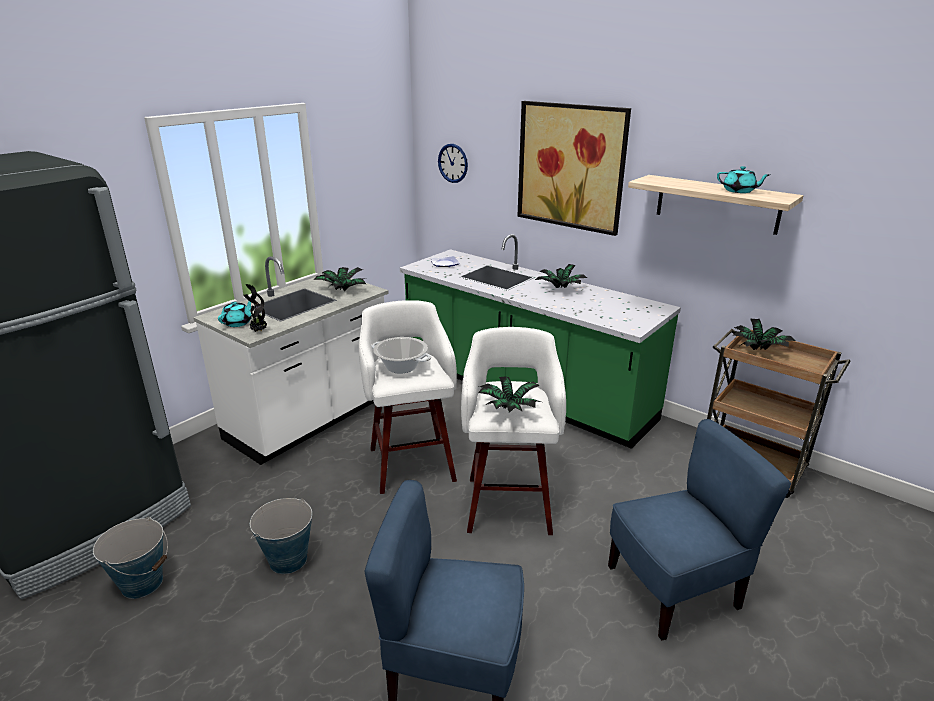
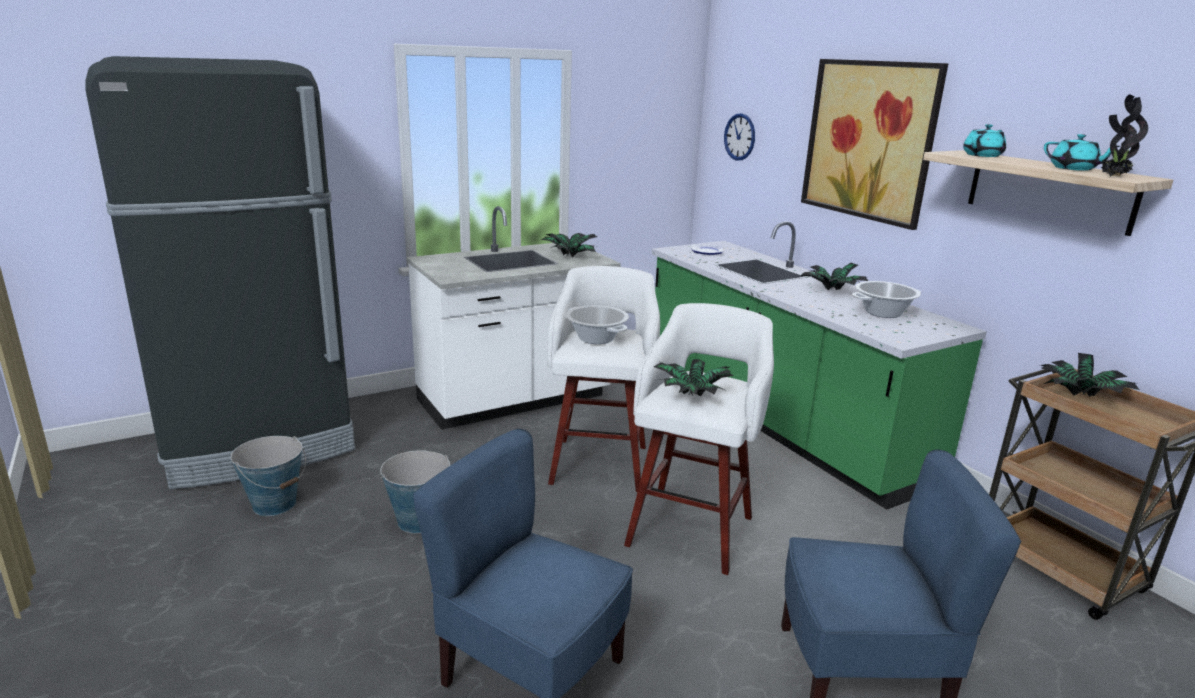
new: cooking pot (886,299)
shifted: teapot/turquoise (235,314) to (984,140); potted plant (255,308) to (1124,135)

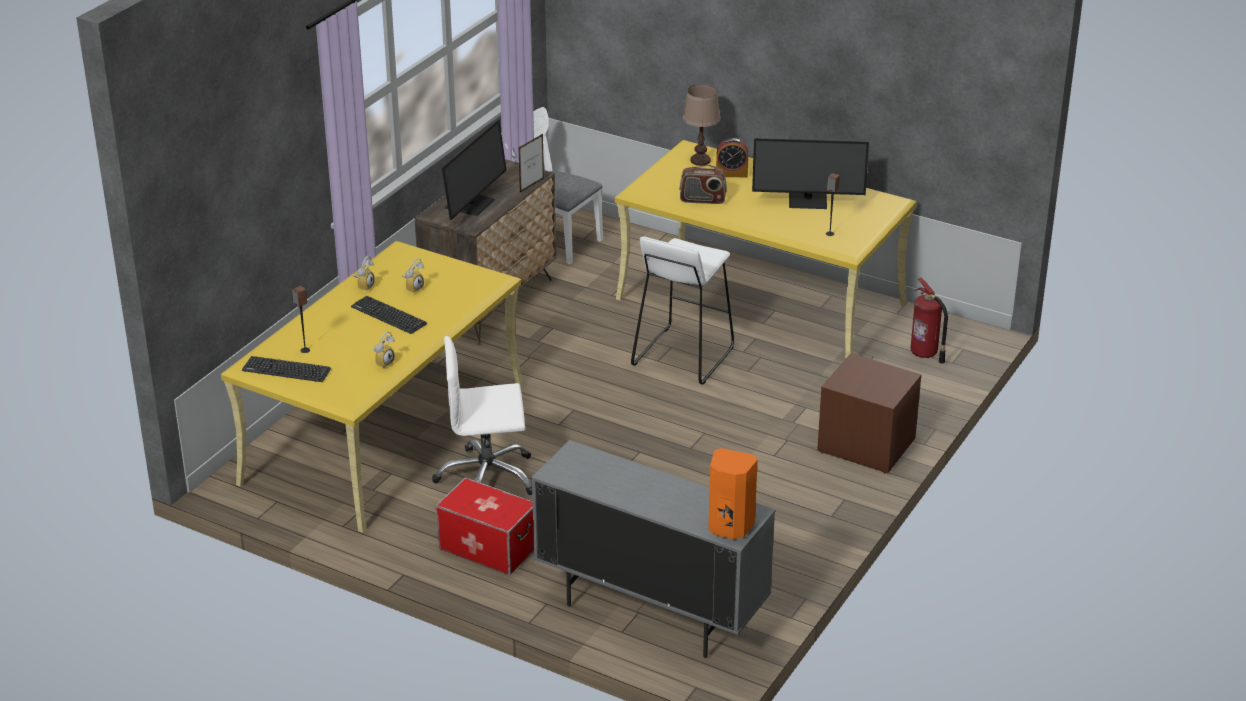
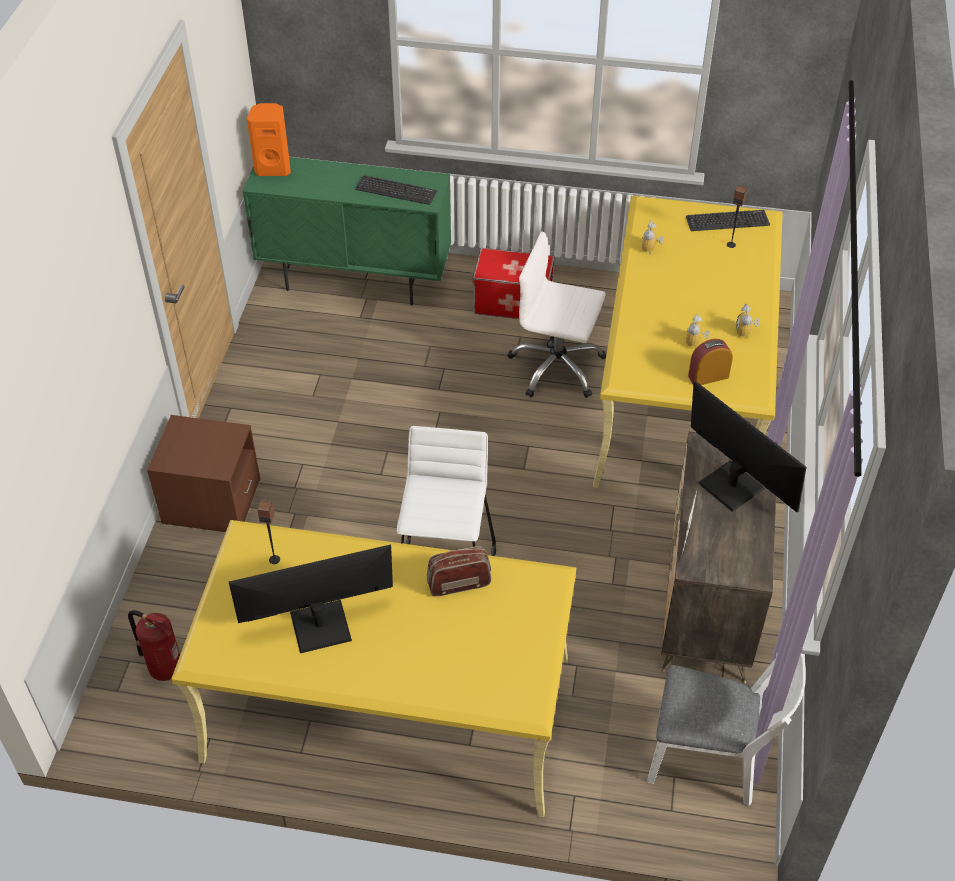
gone: table lamp/brown (701,125)
shifted: keyboard (389,315) to (396,190); alarm clock (732,157) to (710,362)
repainted: cabinet/grey (653,549) to cabinet/green (346,231)
rotated: office chair/white (482,415) = (557,315) 135 degrees counterclockwise; monitor (474,169) = (748,446) 135 degrees clockwise

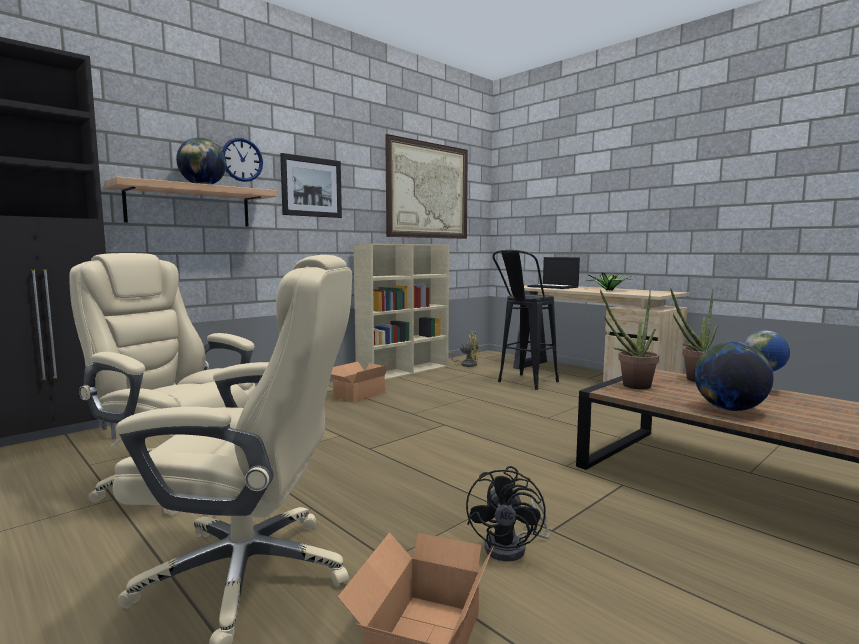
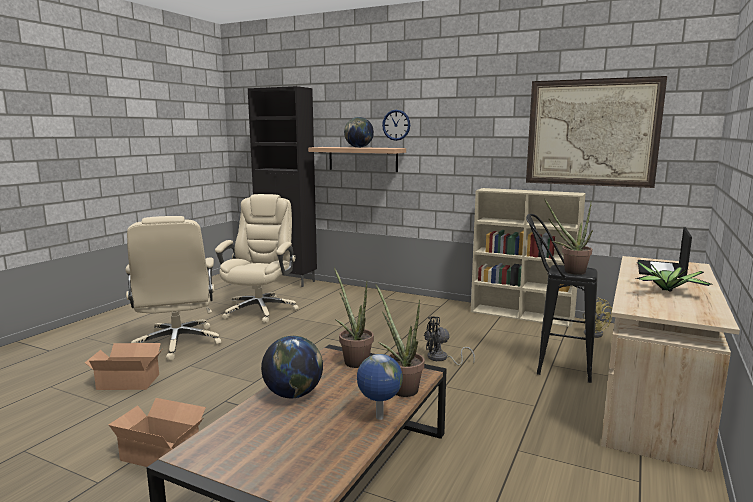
gone: picture (311,185)
new: potted plant (568,236)
shifted: cardboard box (359,382) to (157,432); fan/black (508,514) to (449,340)

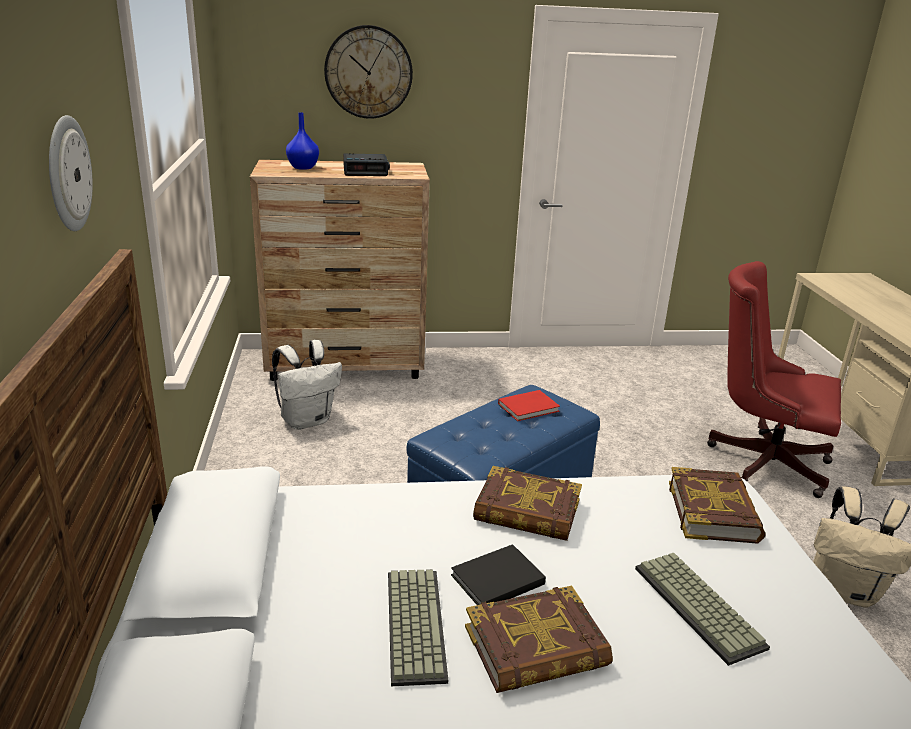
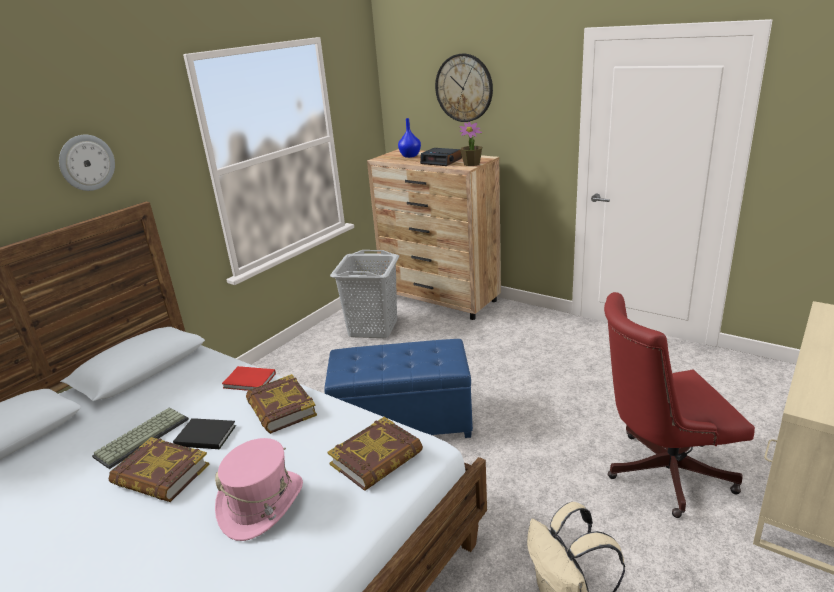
new: potted plant (470,144)
shifted: book/red (529,405) to (249,378)
swapped: backpack/white (307,385) to laundry basket/grey (365,294); keyboard (702,609) to hat/pink (259,489)
rotated: office chair/red (774,379) = (679,405) 75 degrees counterclockwise

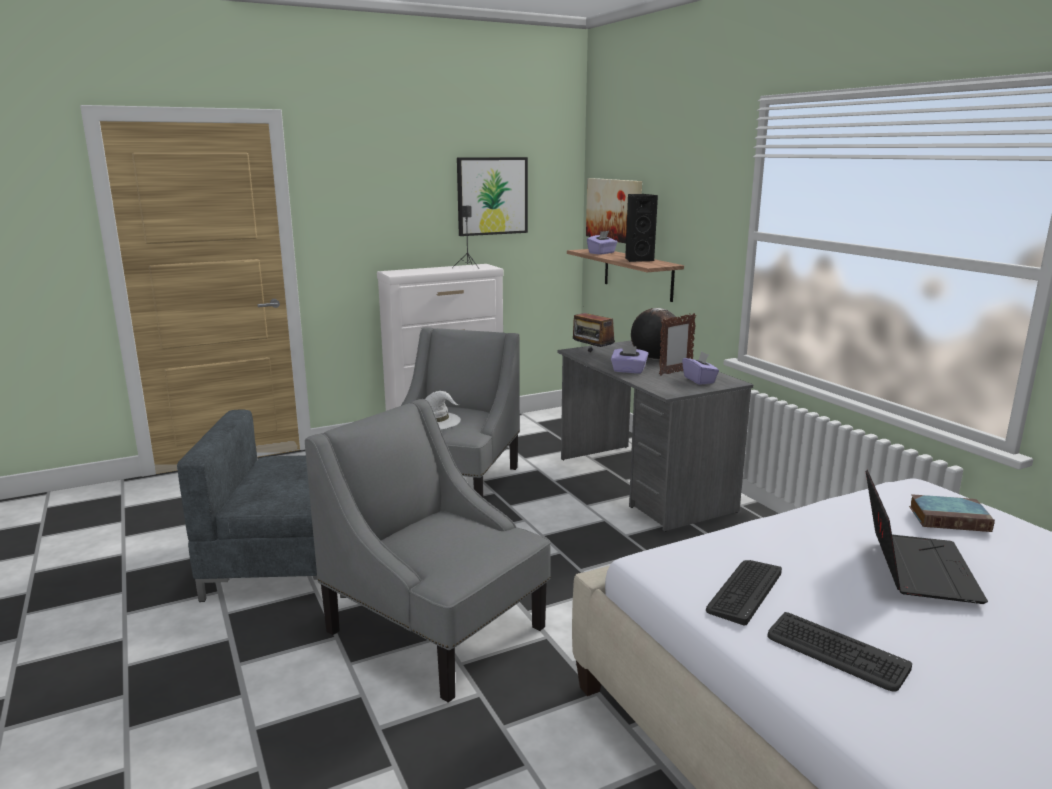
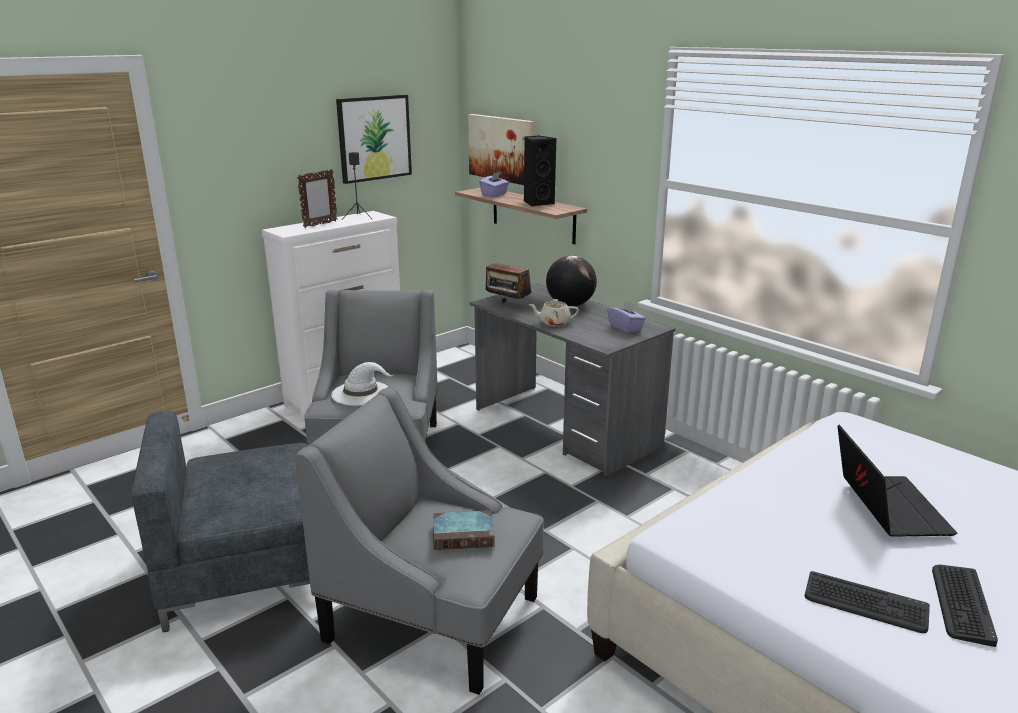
shifted: picture frame (677,344) to (317,198); keyboard (744,593) to (965,605); book (952,513) to (464,530)
swapped: tissue box/purple (629,359) to teapot/beige (553,312)

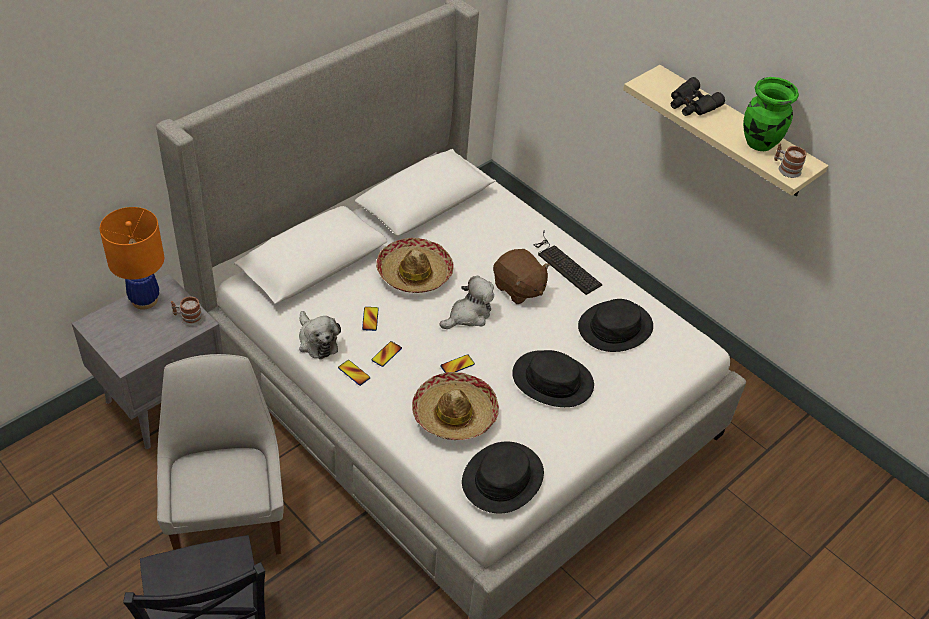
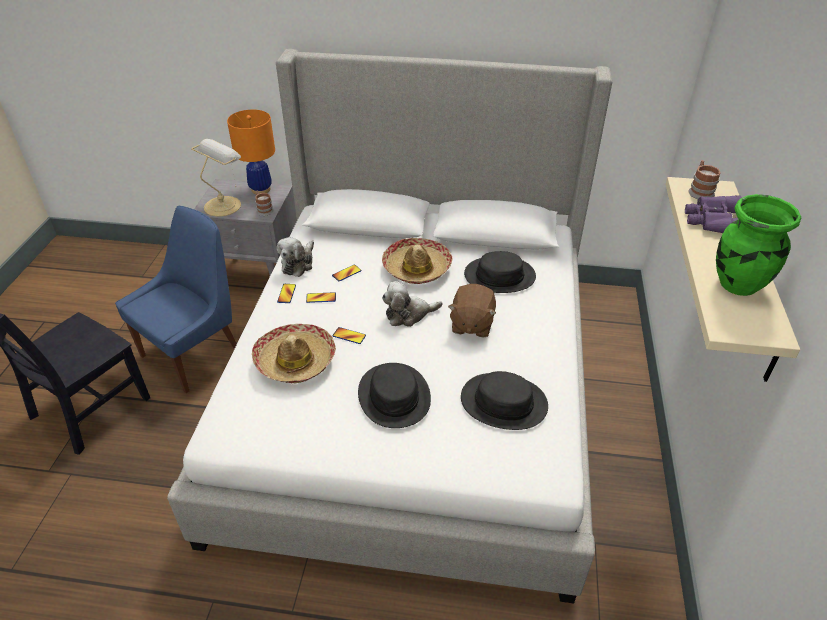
gone: keyboard (568,262)
new: table lamp (216,178)
shifted: hat/black (503,477) to (500,272); mug (790,161) to (704,179)
repainted: chair/white (220,454) to chair/blue (176,299); binoculars/black (698,96) to binoculars/purple (713,214)
rotated: plush toy (466,302) = (412,304) 150 degrees clockwise

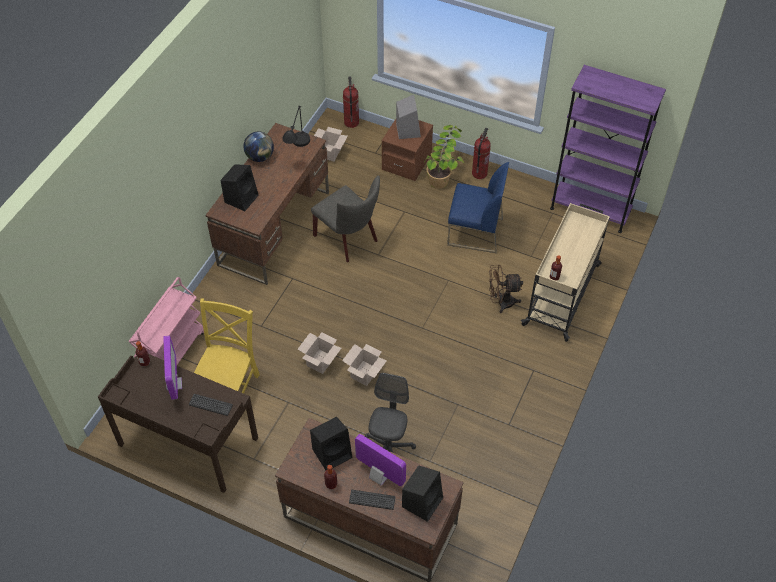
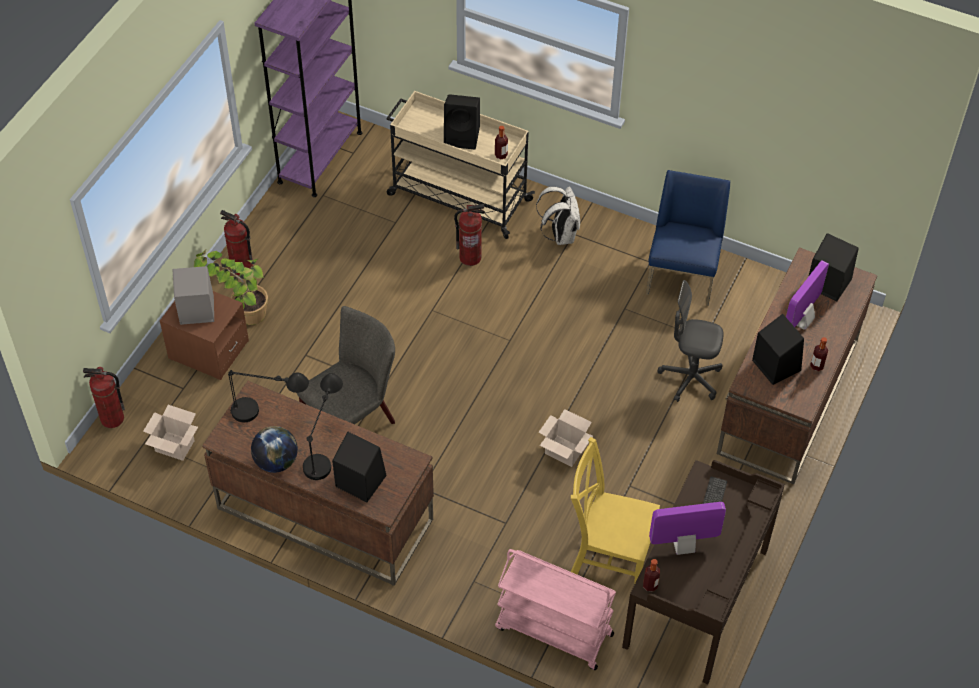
gone: cardboard box (364,365); keyboard (372,500)
new: table lamp/black (323,426); speaker/black (462,122); backpack/white (558,215)
shifted: chair/blue (478,207) to (688,238)
swapped: fan/brown (506,288) to fire extinguisher (470,235)

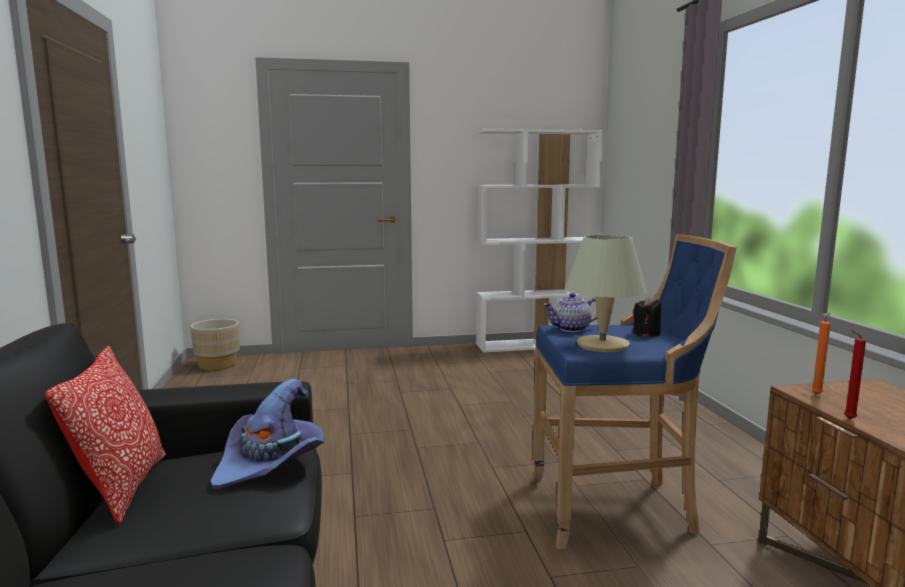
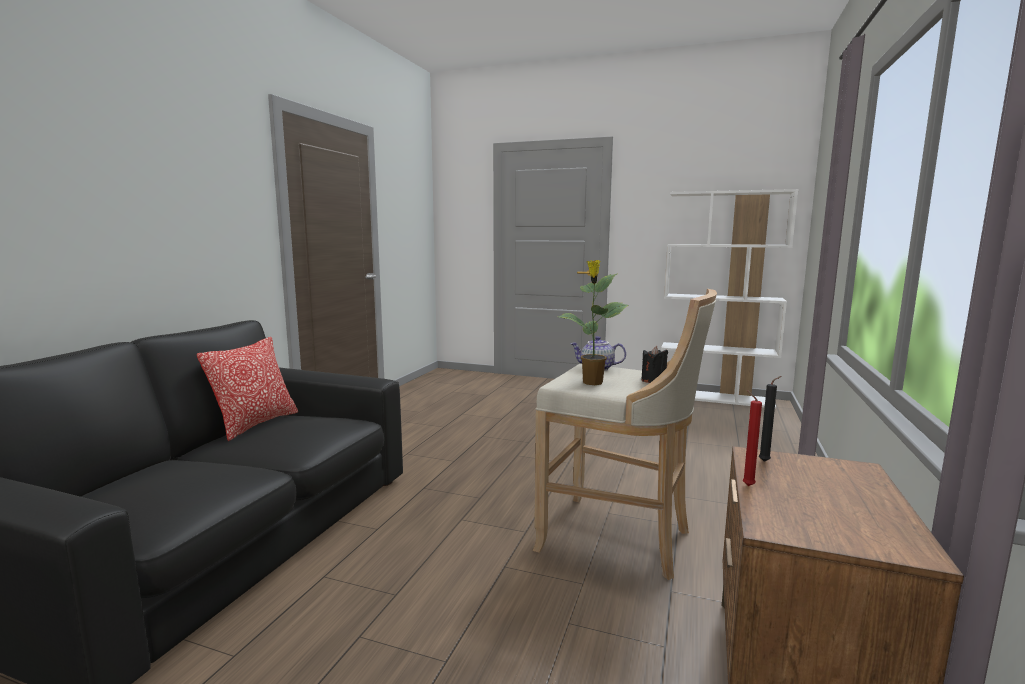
gone: planter/beige (215,344); hat/purple (267,434)
swapped: table lamp/beige (606,293) to potted plant (593,322)
repainted: stool/blue (634,391) to stool/beige (625,434); candle/orange (821,354) to candle/black (770,419)

